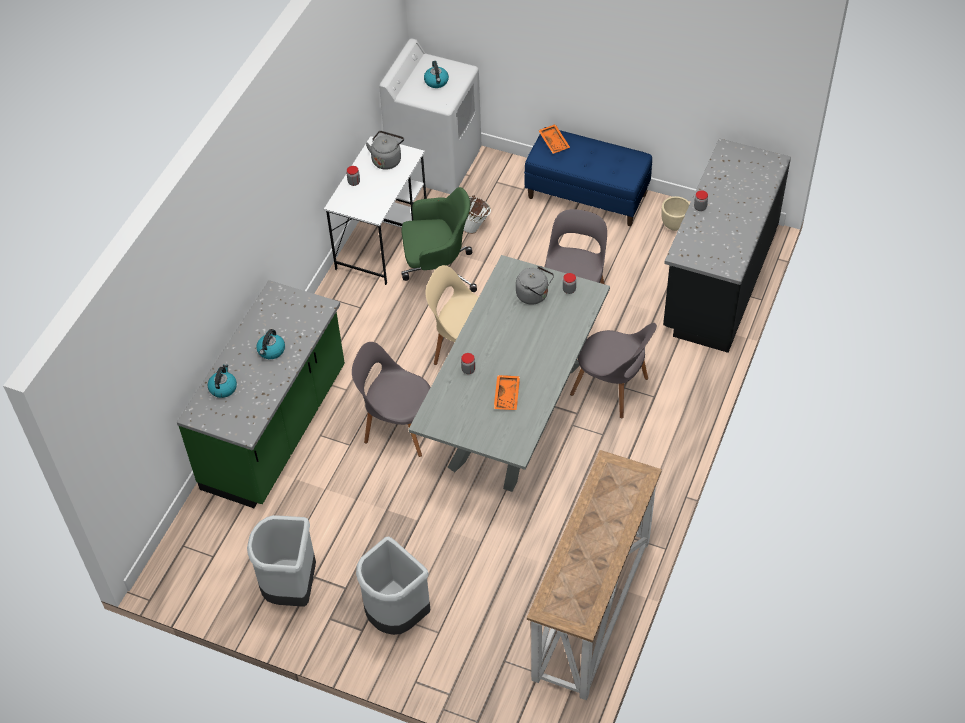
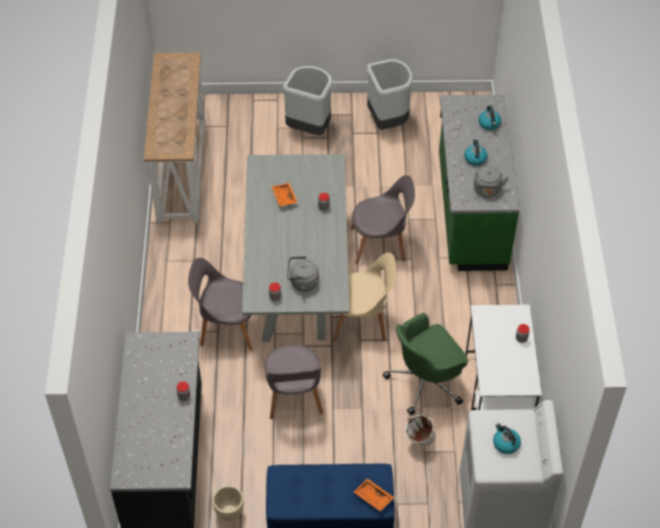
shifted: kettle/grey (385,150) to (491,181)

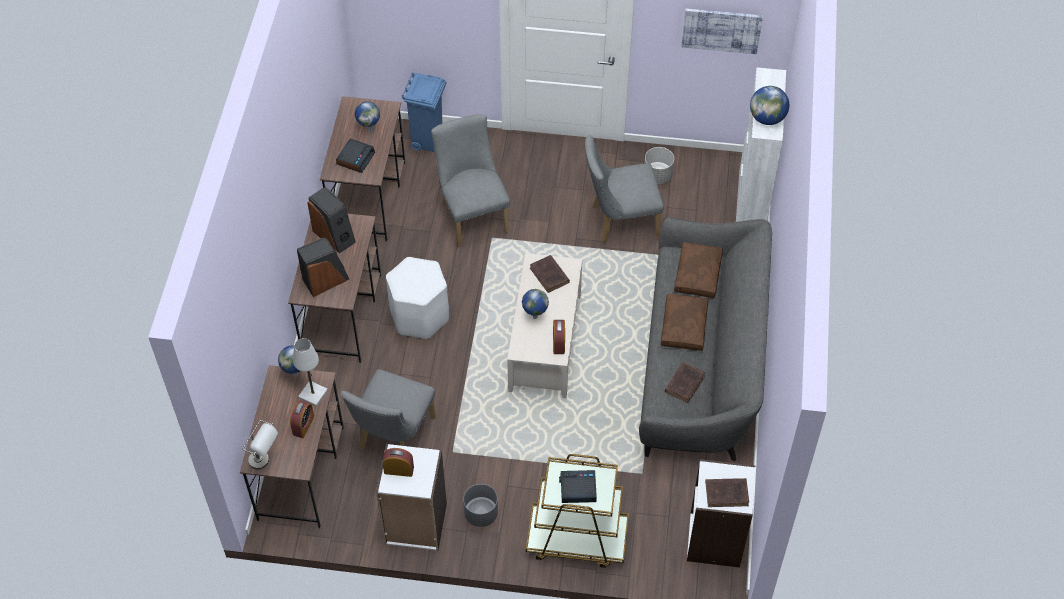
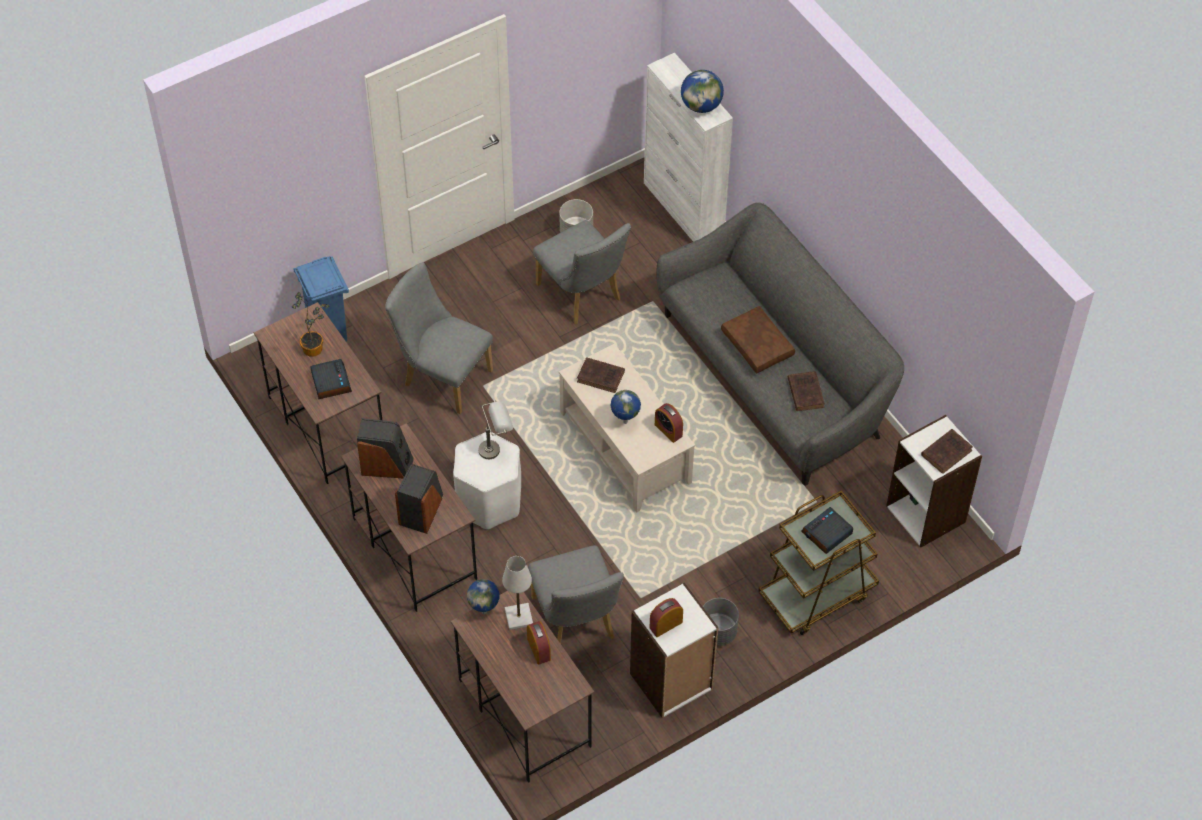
gone: pillow/brown (698,270); picture (722,31)
shifted: table lamp/grey (260,444) to (495,430)
swapped: globe (367,116) to potted plant (311,324)
rotated: chair/grey (624,189) = (582,272) 75 degrees counterclockwise

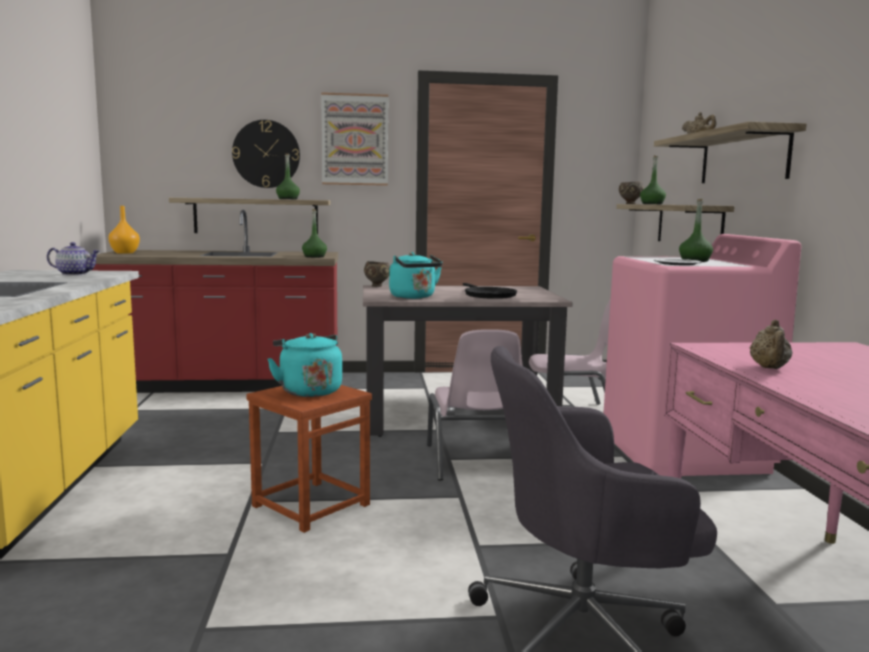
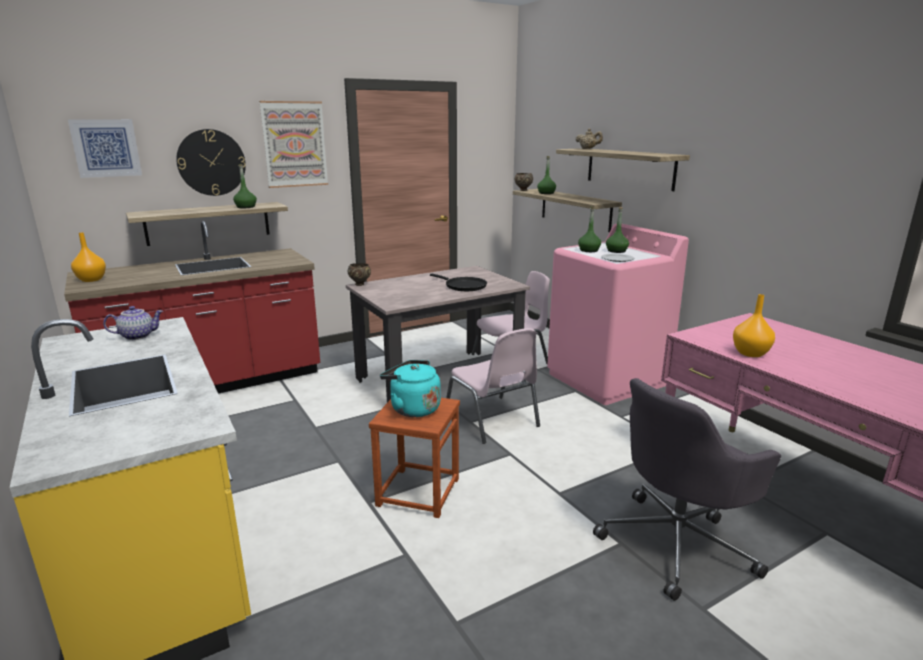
gone: kettle/turquoise (416,275)
new: picture (105,148)
shifted: bottle/green (314,233) to (589,229)
swapped: teapot/beige (770,344) to vase/orange (754,325)

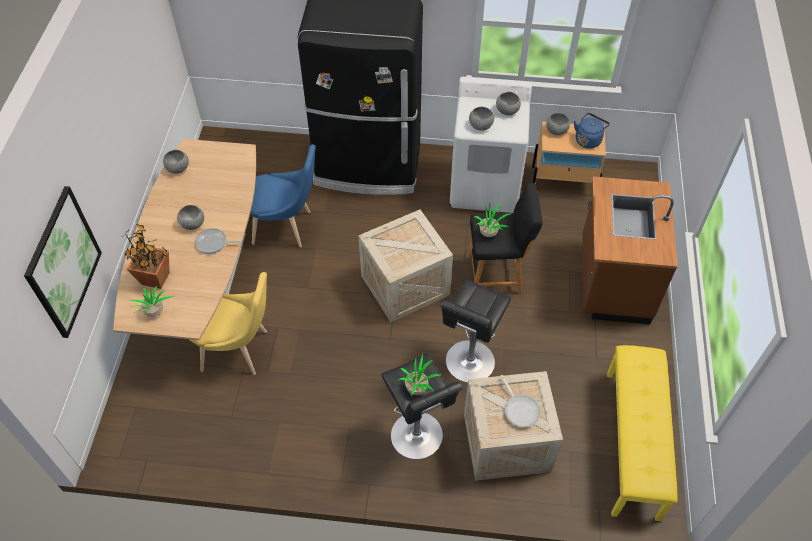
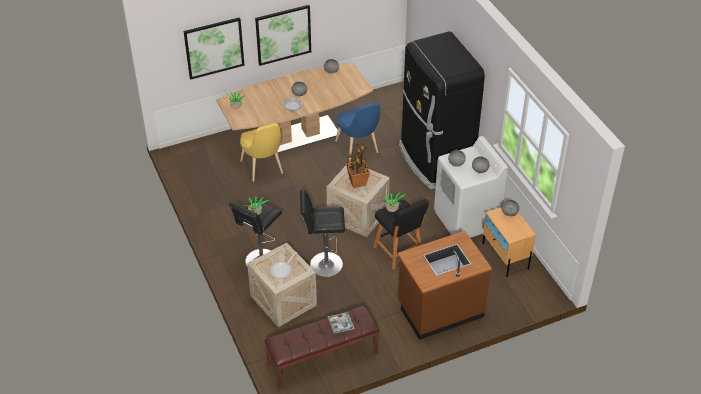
gone: kettle/blue (592,130)
new: picture (283,35); tray (341,323)
shifted: potted plant (146,256) to (358,166)
repainted: bench/yellow (642,433) to bench/brown (322,346)

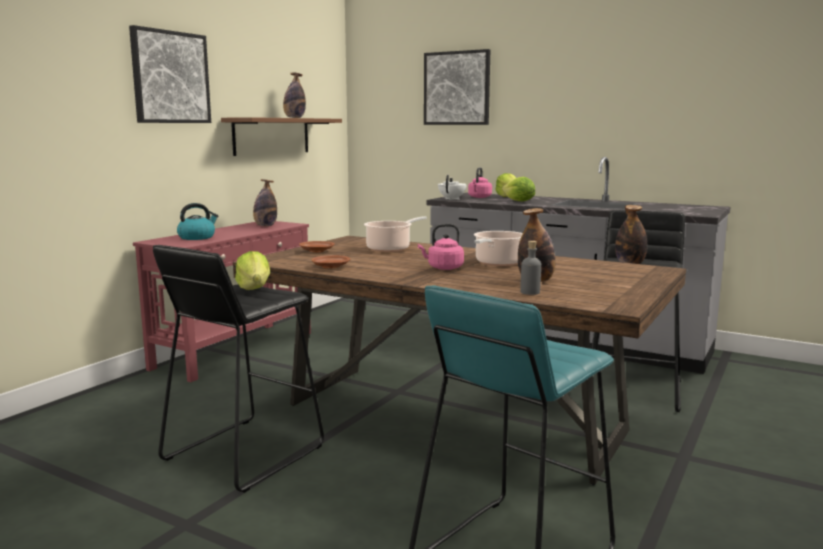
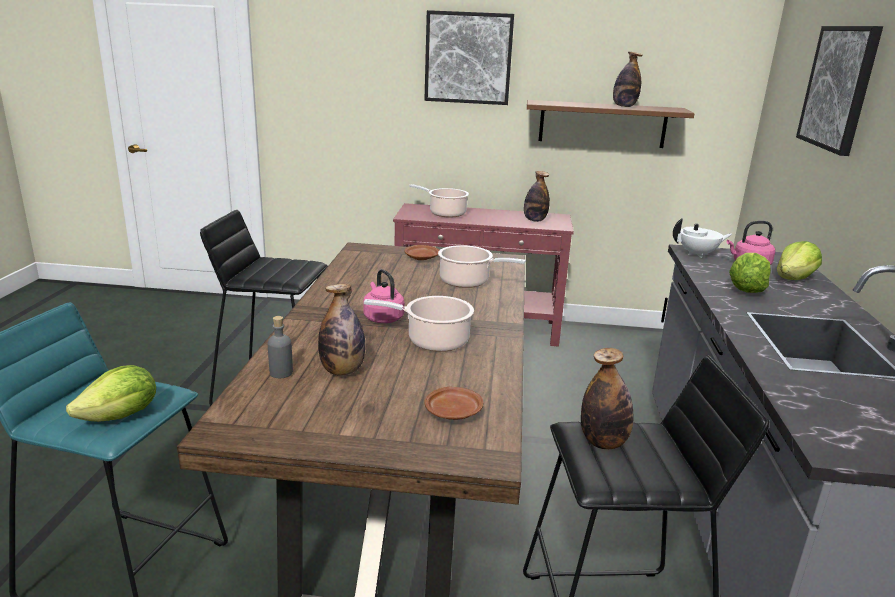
shifted: lettuce (252,270) to (111,393); plate/brown (330,262) to (453,403)
swapped: kettle (197,221) to cooking pot (439,201)

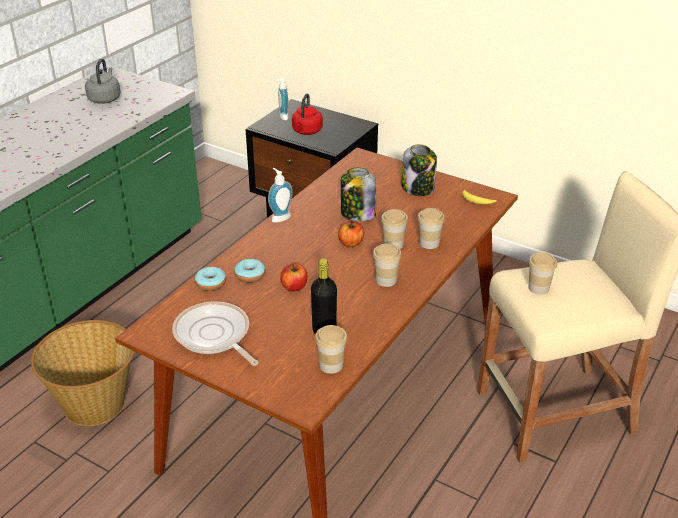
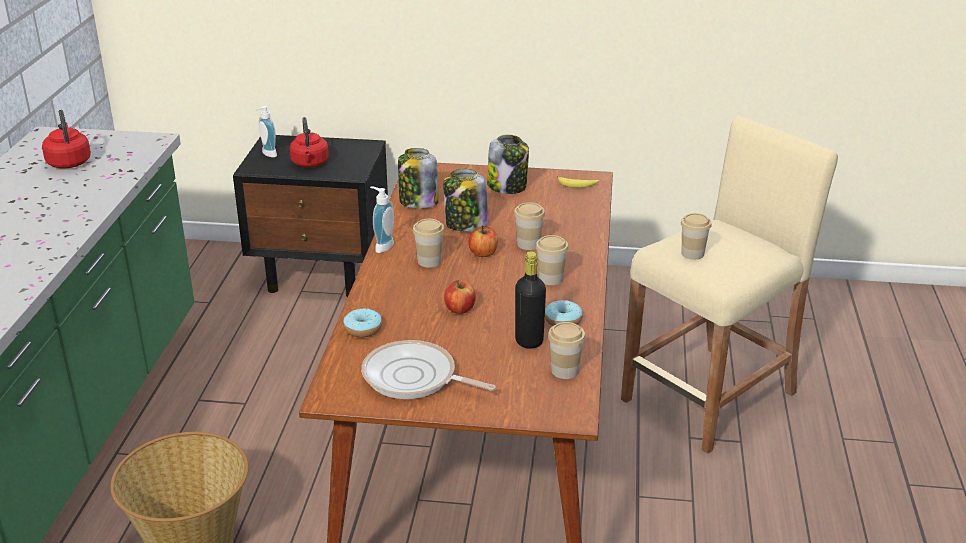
new: jar (418,178)
shifted: donut (250,271) to (564,313); cup (431,228) to (429,243)
repainted: kettle/grey (103,81) to kettle/red (66,139)

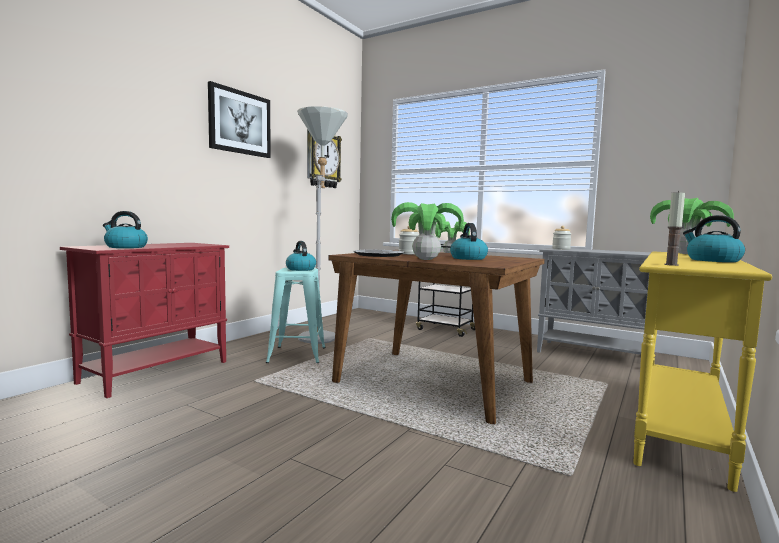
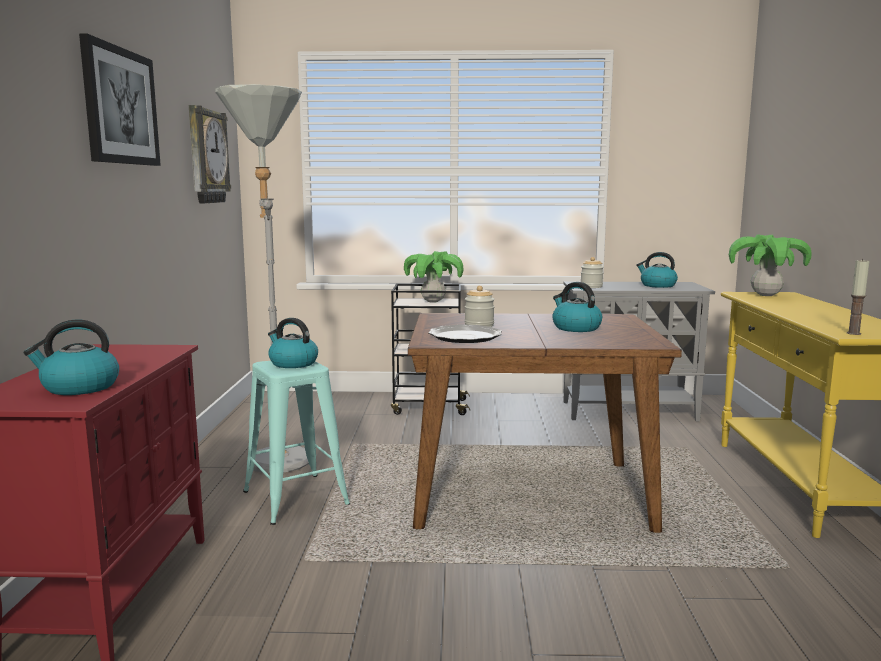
gone: potted plant (427,231)
shifted: kettle (714,238) to (657,270)

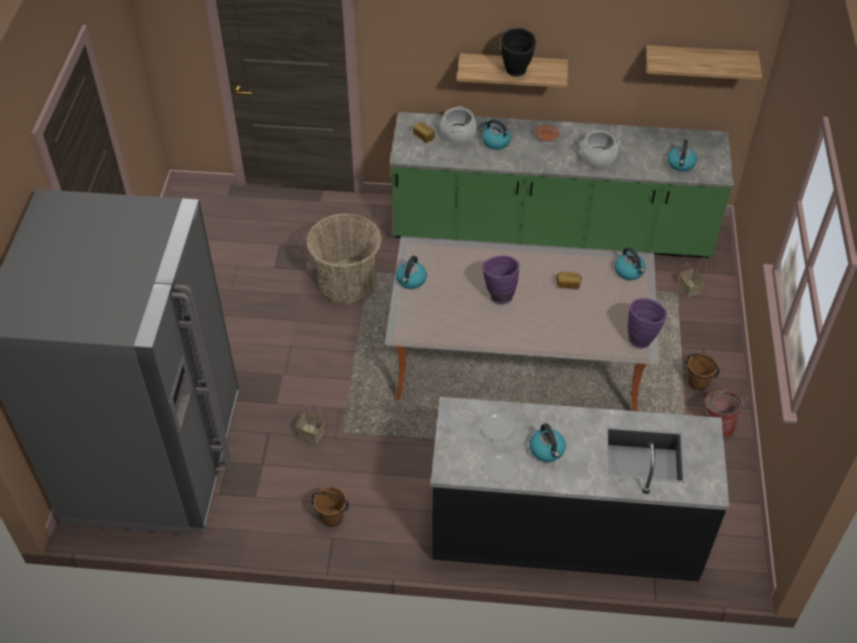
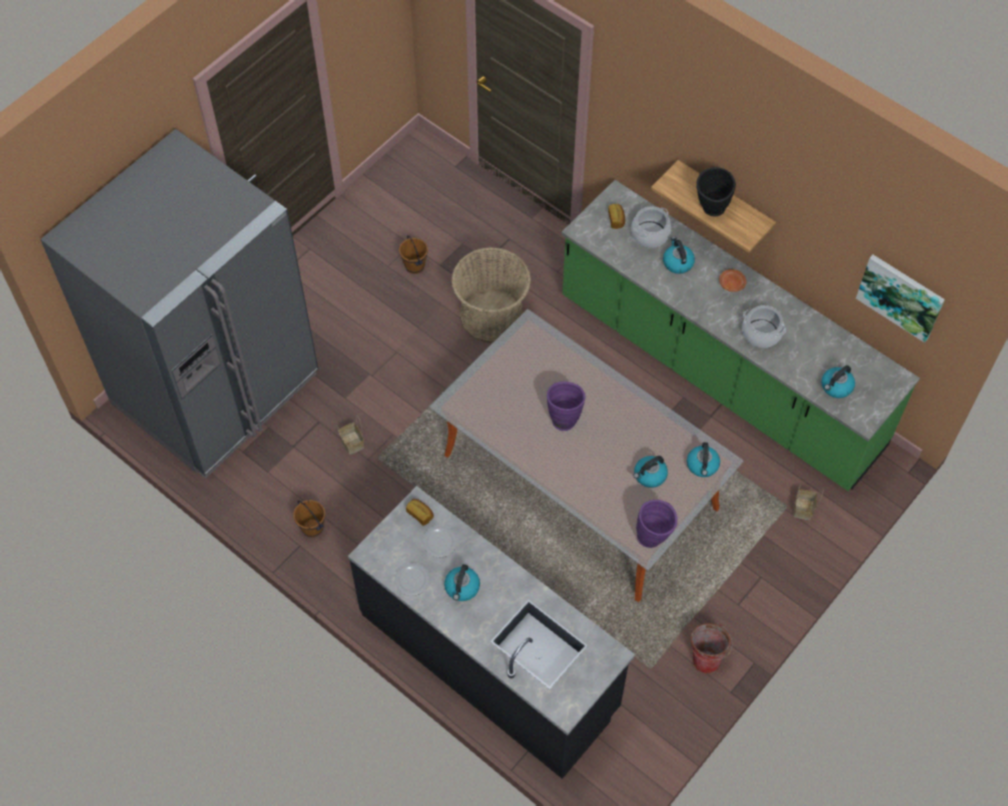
shifted: kettle (411,272) to (650,472); bread (569,280) to (420,512); bucket/brown (702,372) to (413,254)
swapped: shelf (704,62) to picture (900,299)

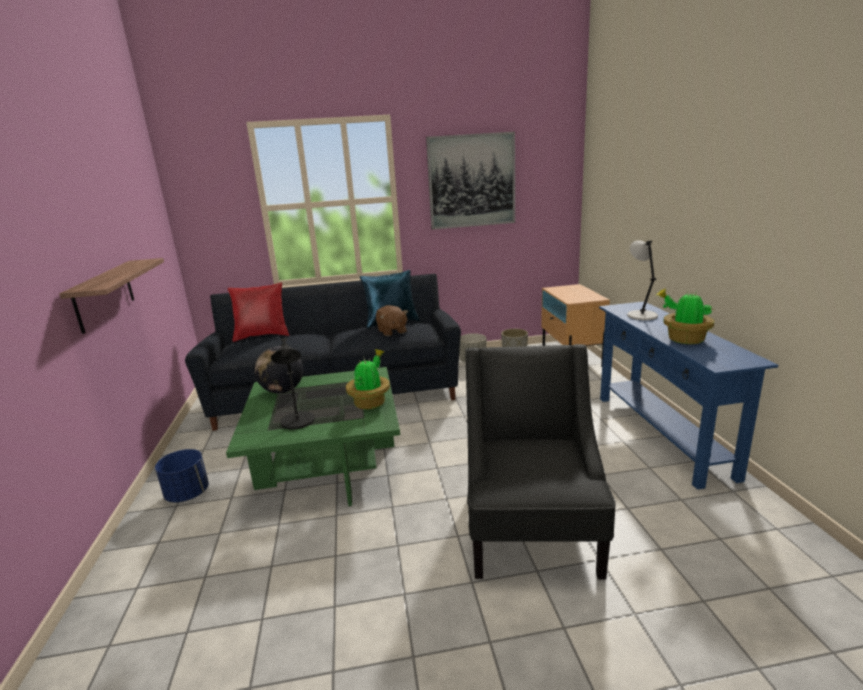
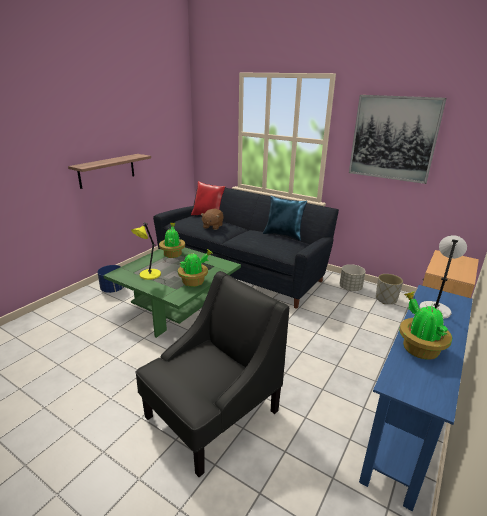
shifted: plush toy/brown (392,320) to (212,219)
swapped: globe (278,370) to potted plant (172,240)
repainted: table lamp/black (293,384) to table lamp/yellow (146,251)

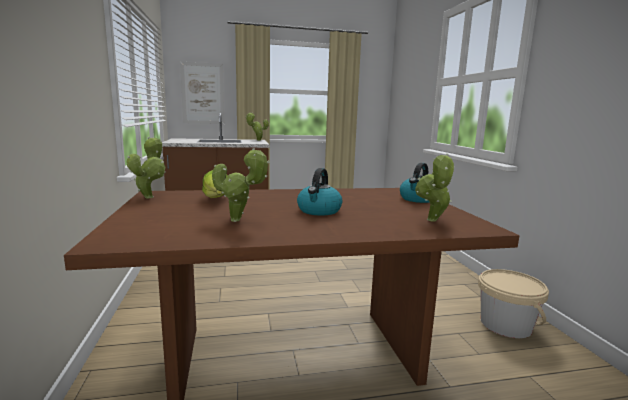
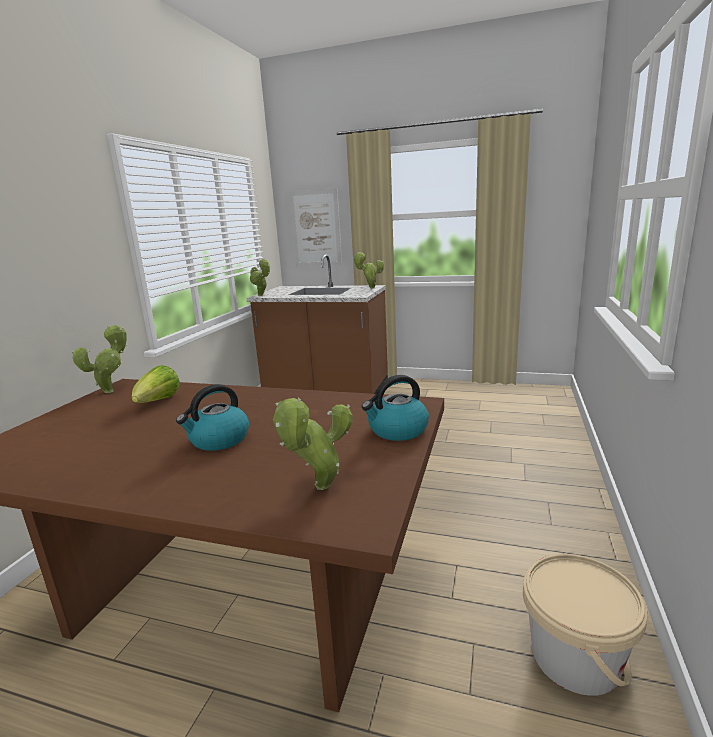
shifted: potted plant (241,185) to (260,277)

